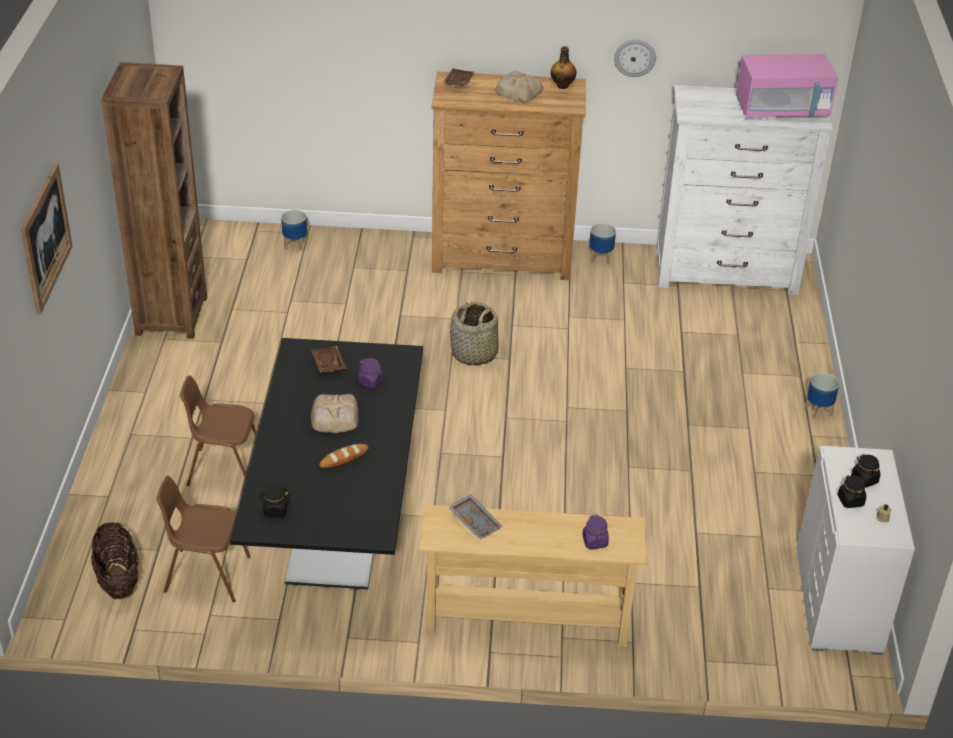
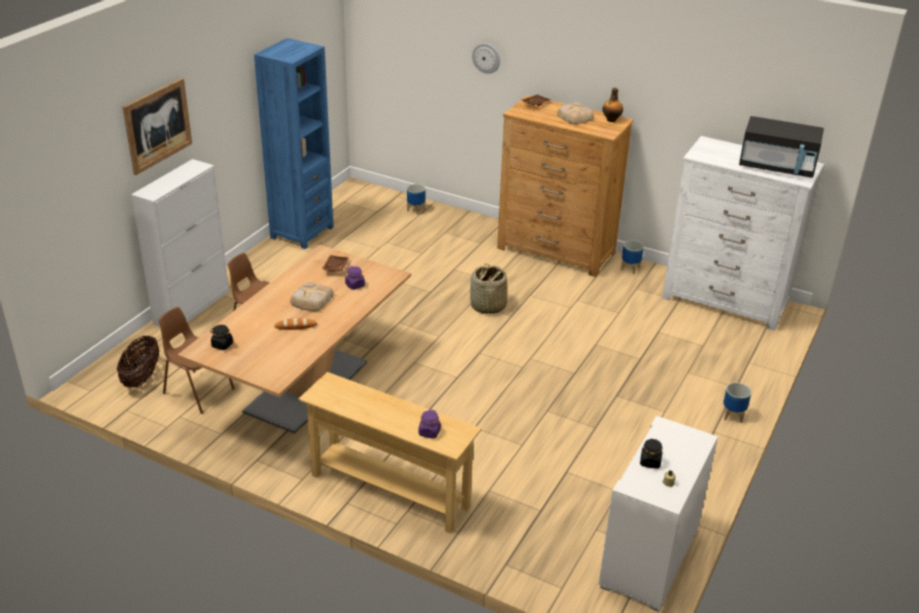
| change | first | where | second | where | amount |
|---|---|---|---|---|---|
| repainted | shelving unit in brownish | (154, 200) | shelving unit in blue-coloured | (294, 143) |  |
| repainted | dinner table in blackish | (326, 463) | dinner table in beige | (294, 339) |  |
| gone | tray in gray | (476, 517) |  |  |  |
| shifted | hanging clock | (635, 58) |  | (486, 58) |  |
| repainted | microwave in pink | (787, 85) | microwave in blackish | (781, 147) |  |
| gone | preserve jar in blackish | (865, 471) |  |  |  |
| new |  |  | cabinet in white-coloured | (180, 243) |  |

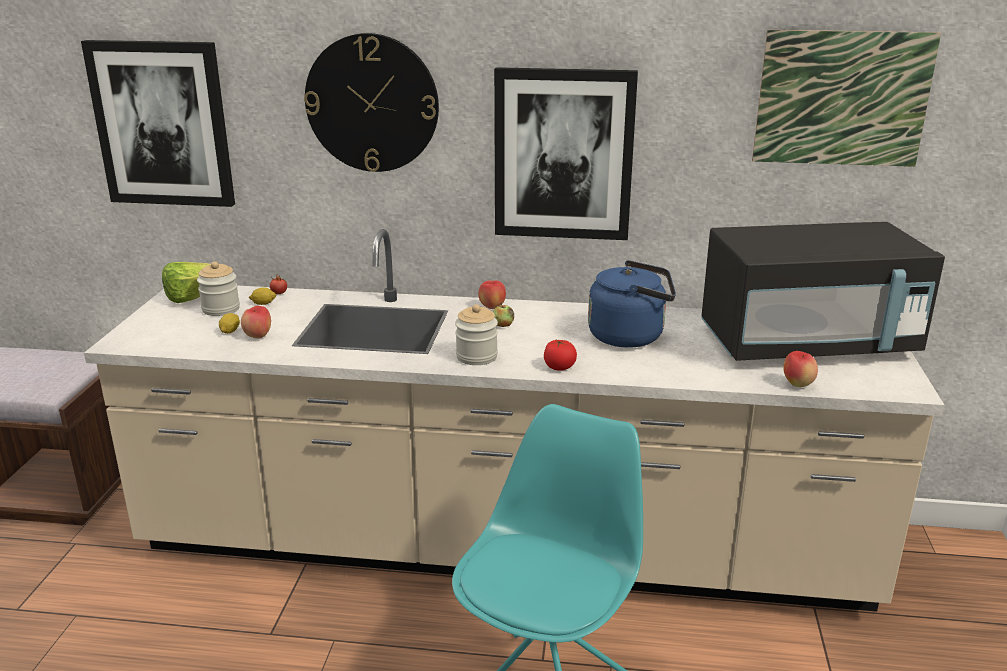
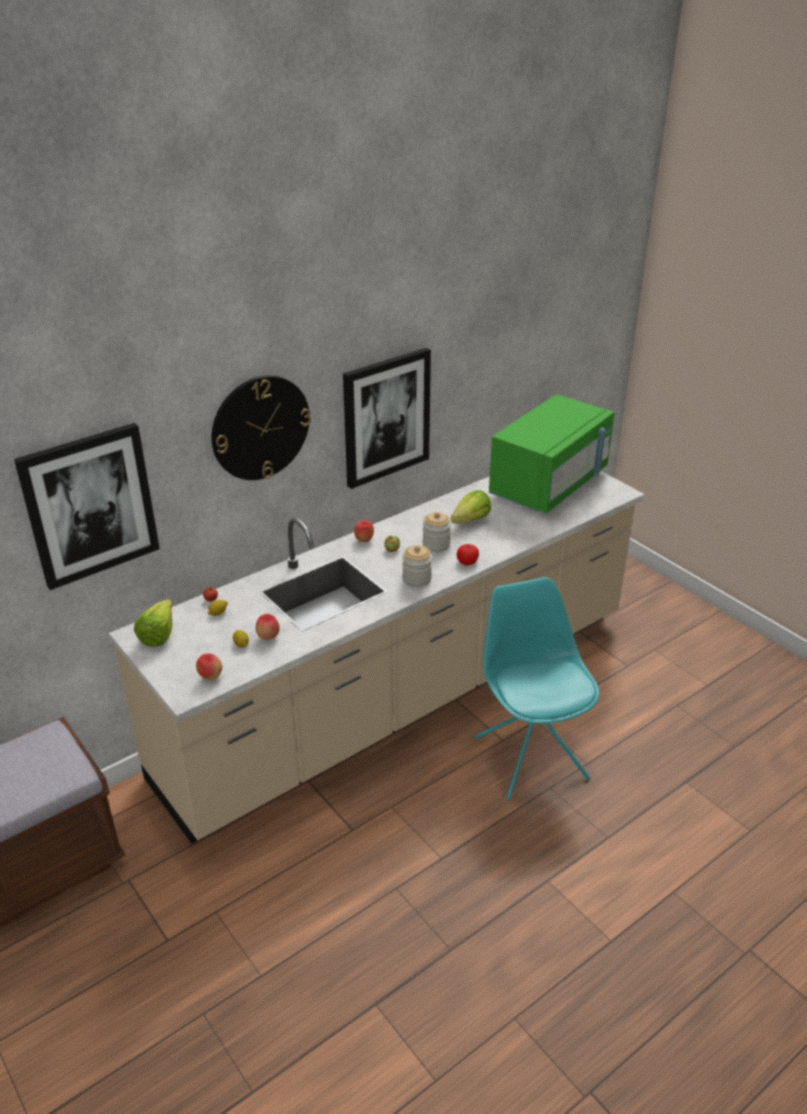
| change | first | where | second | where | amount |
|---|---|---|---|---|---|
| shifted | preserve jar | (218, 288) |  | (436, 532) |  |
| swapped | kettle in blue-coloured | (632, 304) | lettuce | (471, 507) |  |
| repainted | microwave in blackish | (823, 291) | microwave in green | (552, 454) |  |
| gone | wall art | (846, 98) |  |  |  |
| shifted | apple fruit | (800, 369) |  | (209, 666) |  |

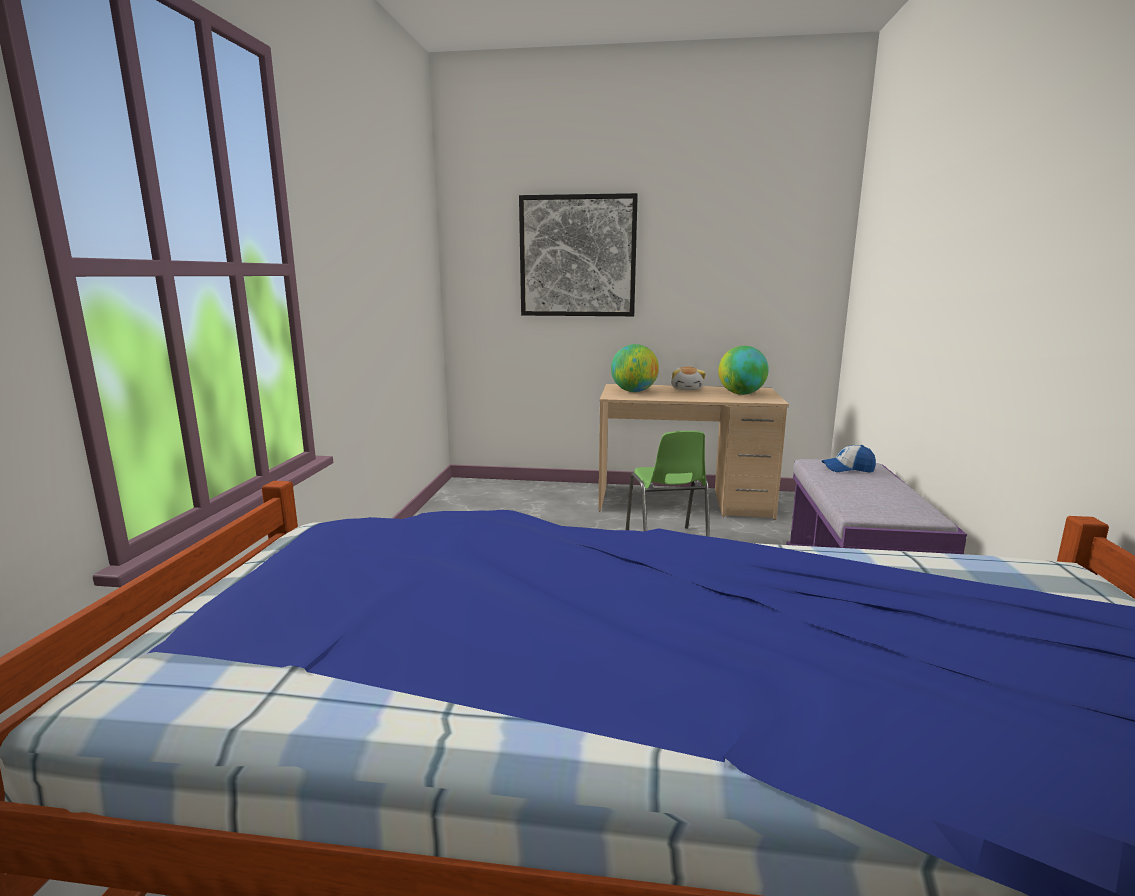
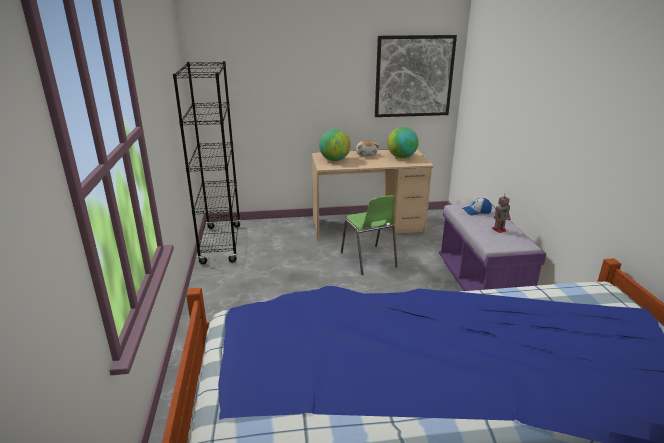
| change | first | where | second | where | amount |
|---|---|---|---|---|---|
| shifted | wall art | (578, 254) |  | (416, 76) |  |
| new |  |  | shelving unit in blackish | (207, 162) |  |
| new |  |  | toy robot | (501, 213) |  |

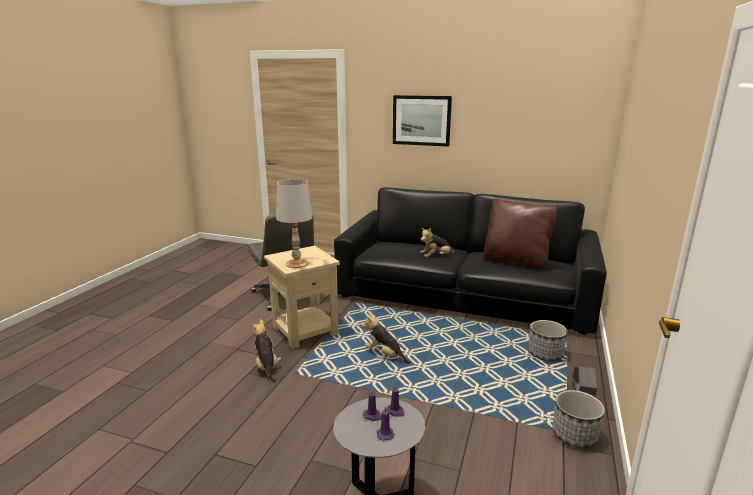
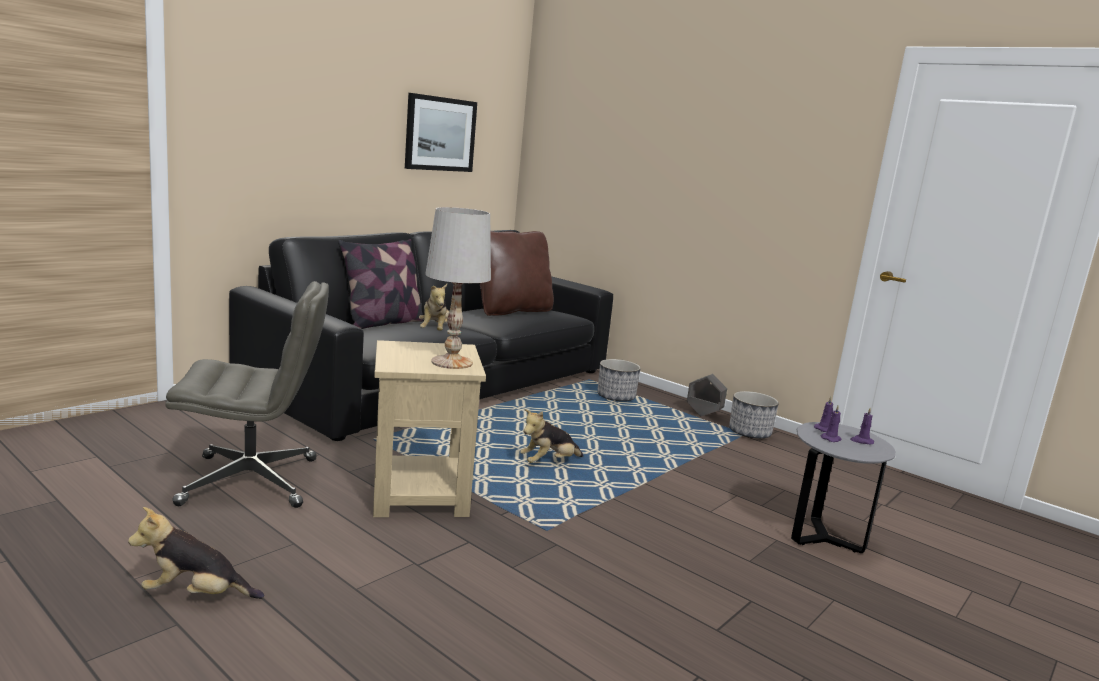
| change | first | where | second | where | amount |
|---|---|---|---|---|---|
| shifted | plush toy | (266, 351) |  | (196, 553) |  |
| shifted | wall art | (422, 121) |  | (441, 132) |  |
| new |  |  | cushion | (381, 284) |  |

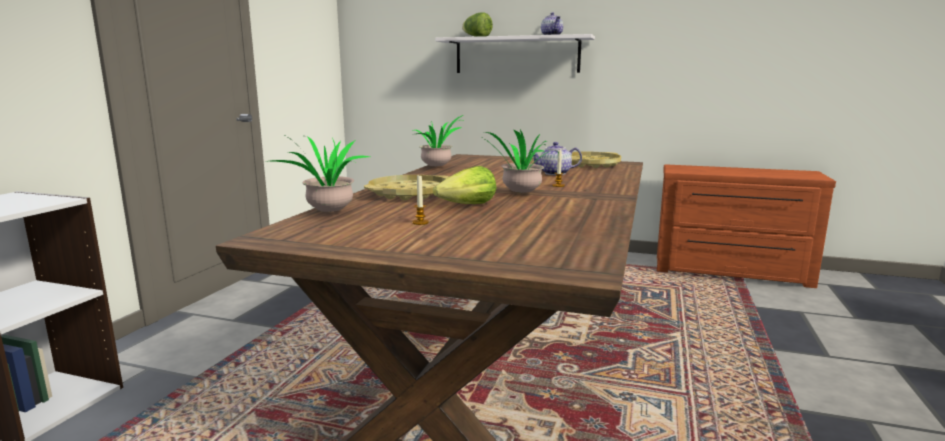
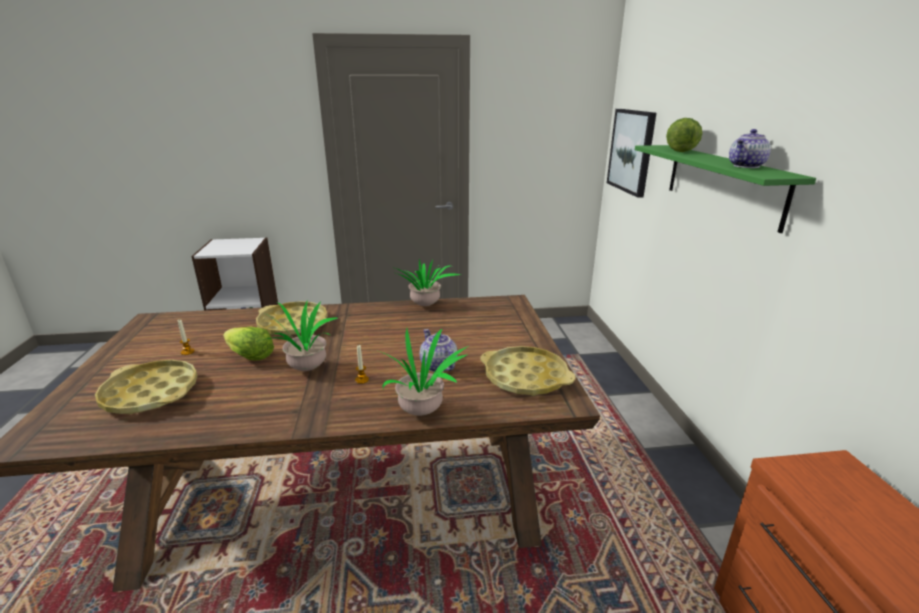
| change | first | where | second | where | amount |
|---|---|---|---|---|---|
| shifted | potted plant | (320, 174) |  | (422, 372) |  |
| repainted | wall shelf in white-coloured | (515, 53) | wall shelf in green | (725, 189) |  |
| new |  |  | tray in yellow | (146, 387) |  |
| new |  |  | wall art | (631, 153) |  |

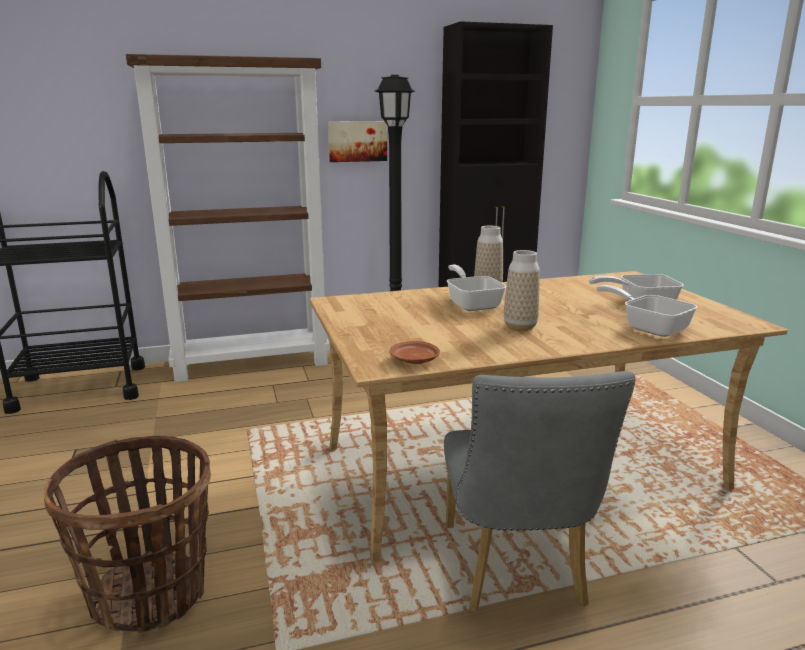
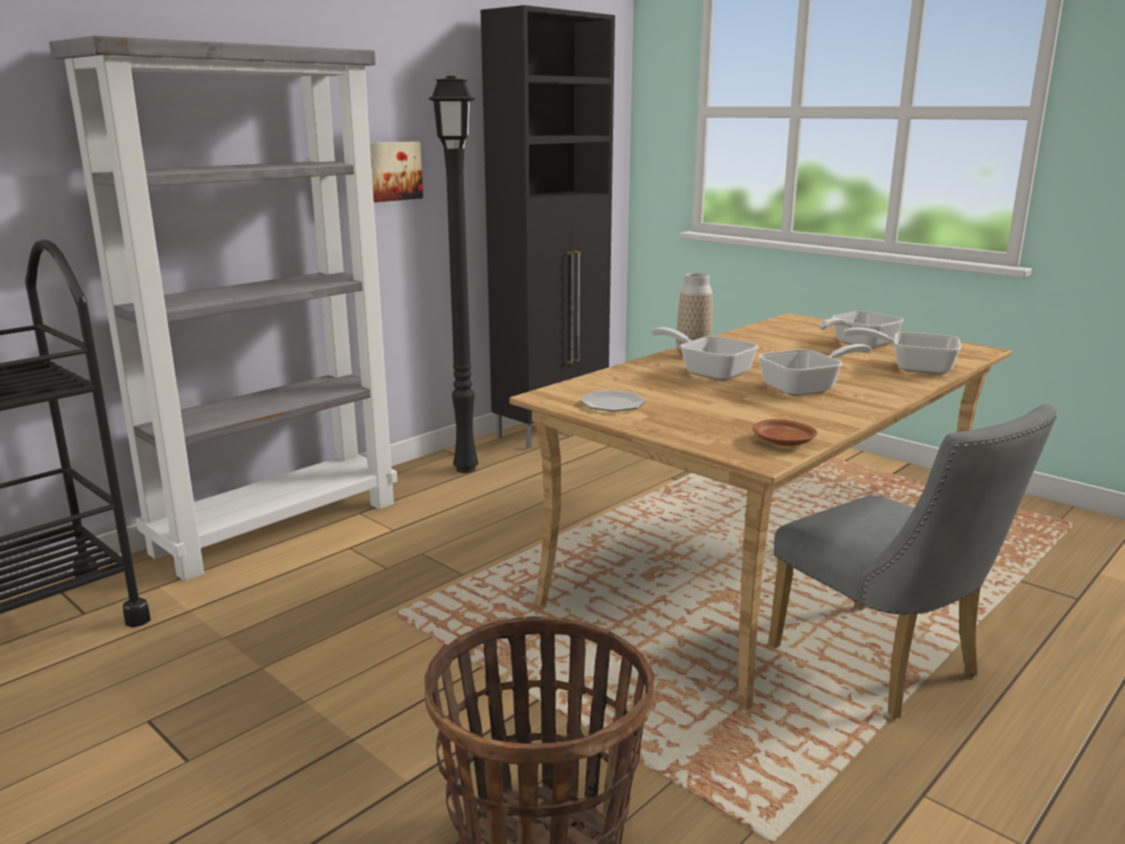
| change | first | where | second | where | amount |
|---|---|---|---|---|---|
| repainted | shelving unit in brownish | (228, 218) | shelving unit in gray | (223, 308) |  |
| swapped | flower vase | (522, 290) | frying pan | (815, 370) |  |
| new |  |  | flat dish | (613, 400) |  |

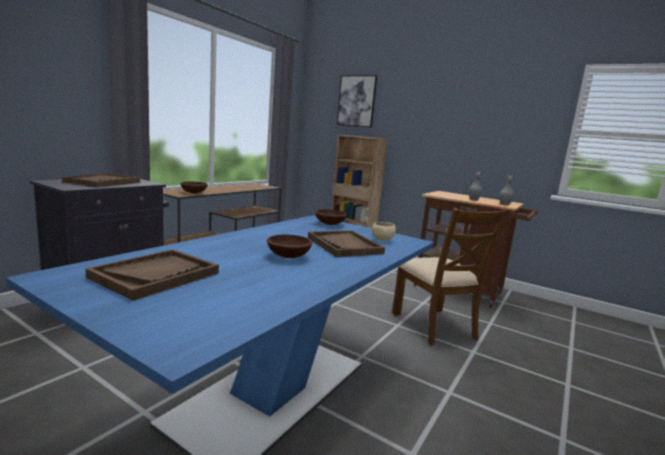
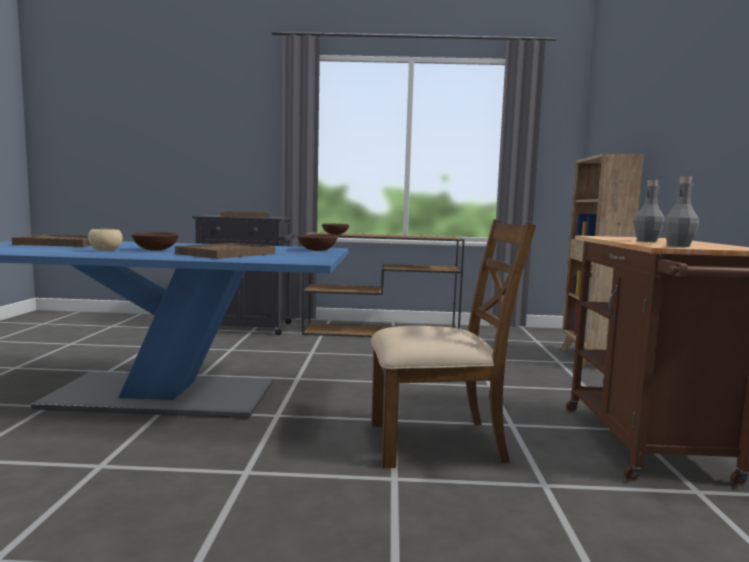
| change | first | where | second | where | amount |
|---|---|---|---|---|---|
| gone | wall art | (357, 101) |  |  |  |
| shifted | bowl in beige | (384, 231) |  | (105, 240) |  |
| rotated | plain chair in brownish | (450, 277) |  | (453, 344) | 135 degrees counterclockwise |

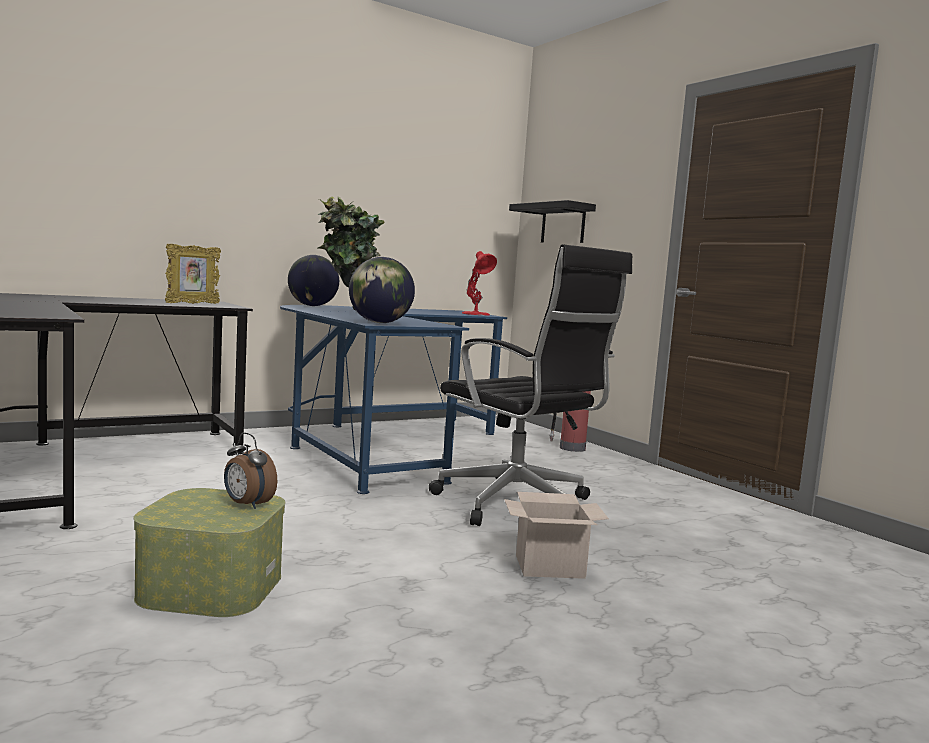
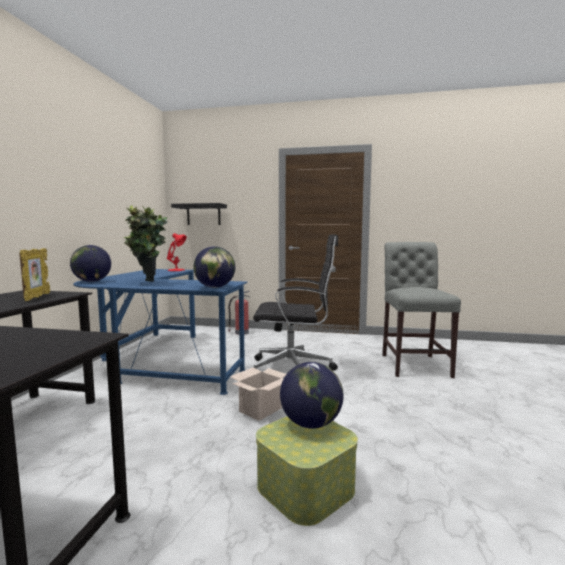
| change | first | where | second | where | amount |
|---|---|---|---|---|---|
| swapped | alarm clock | (250, 471) | world globe | (312, 395) |  |
| shifted | cardboard box | (556, 535) |  | (258, 394) |  |
| new |  |  | plain chair in gray | (421, 310) |  |

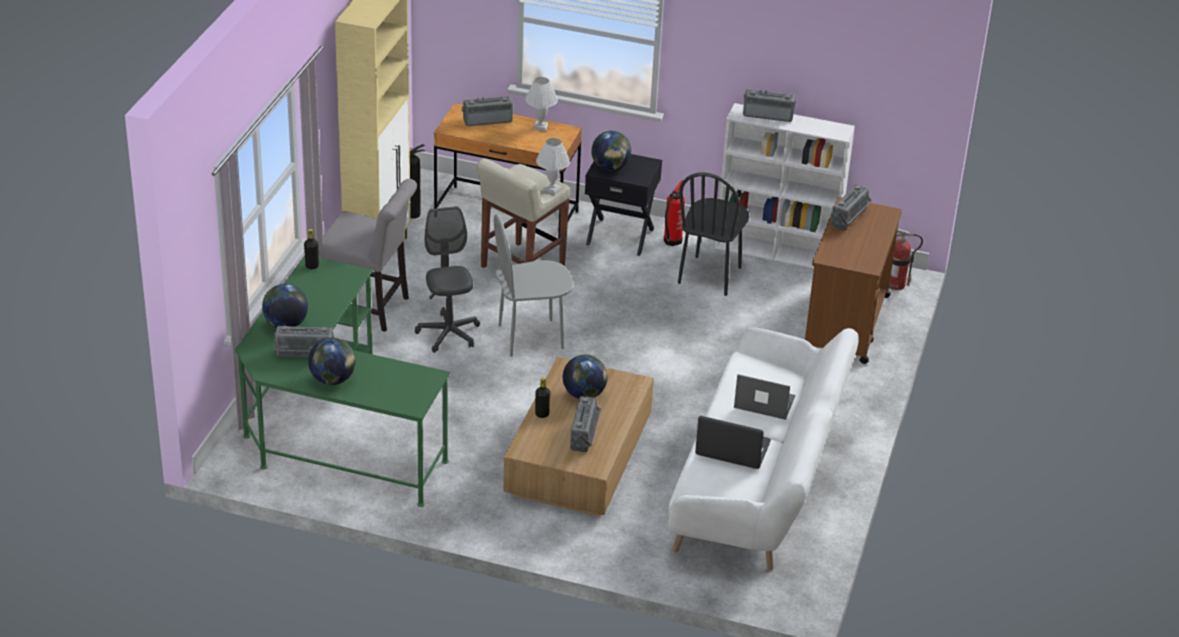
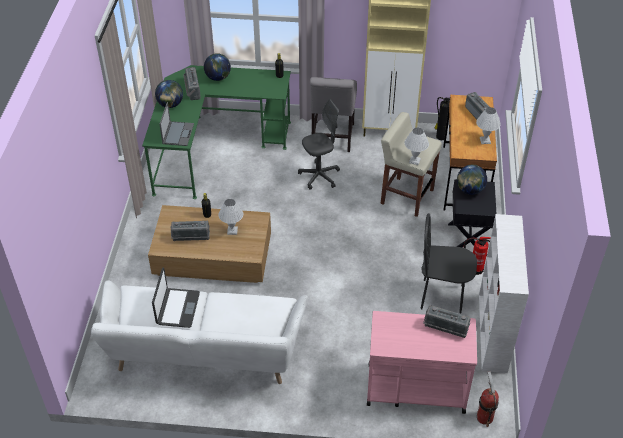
| change | first | where | second | where | amount |
|---|---|---|---|---|---|
| gone | plain chair in gray | (534, 285) |  |  |  |
| swapped | world globe | (585, 377) | lamp for a table in white-coloured | (231, 217) |  |
| shifted | portable computer | (764, 397) |  | (176, 124) |  |
| gone | radio | (769, 105) |  |  |  |
| repainted | trolley in brownish | (853, 280) | trolley in pink | (422, 362) |  |

